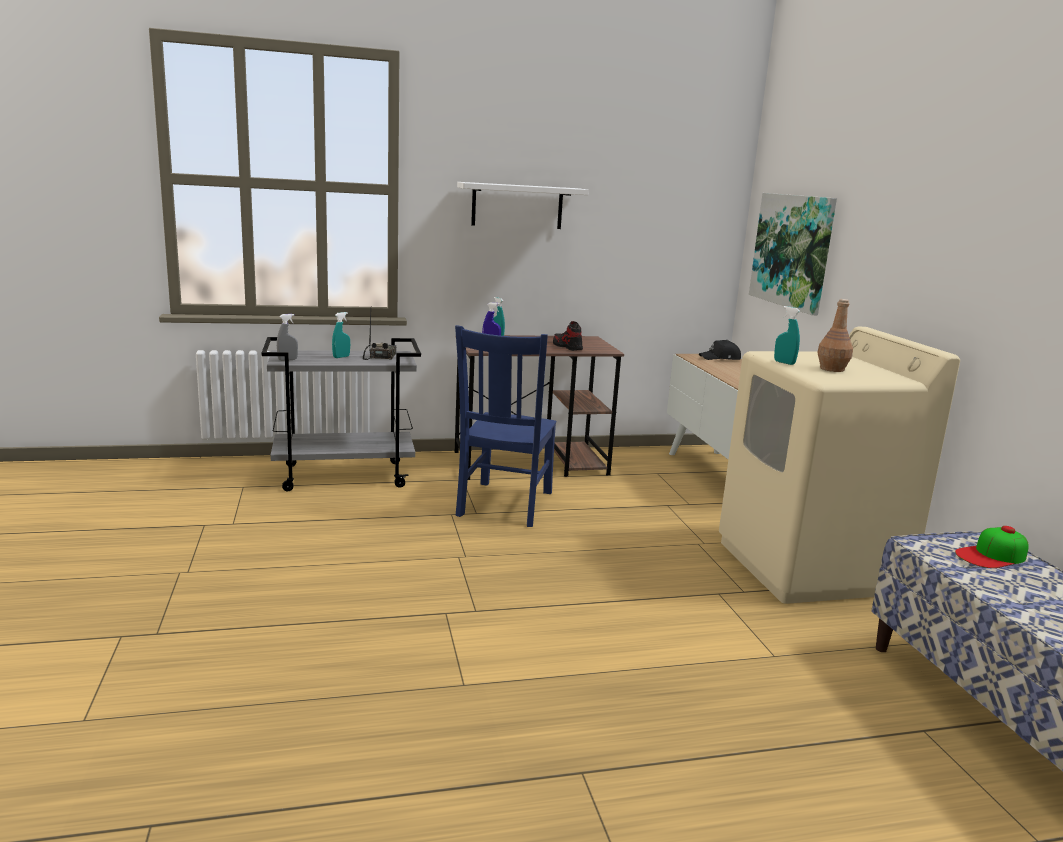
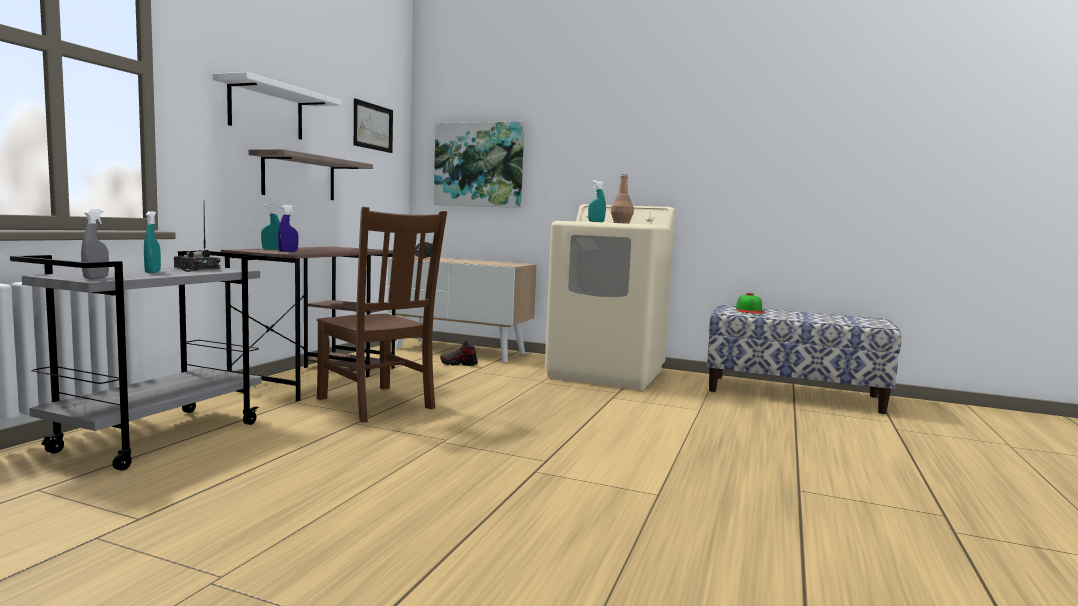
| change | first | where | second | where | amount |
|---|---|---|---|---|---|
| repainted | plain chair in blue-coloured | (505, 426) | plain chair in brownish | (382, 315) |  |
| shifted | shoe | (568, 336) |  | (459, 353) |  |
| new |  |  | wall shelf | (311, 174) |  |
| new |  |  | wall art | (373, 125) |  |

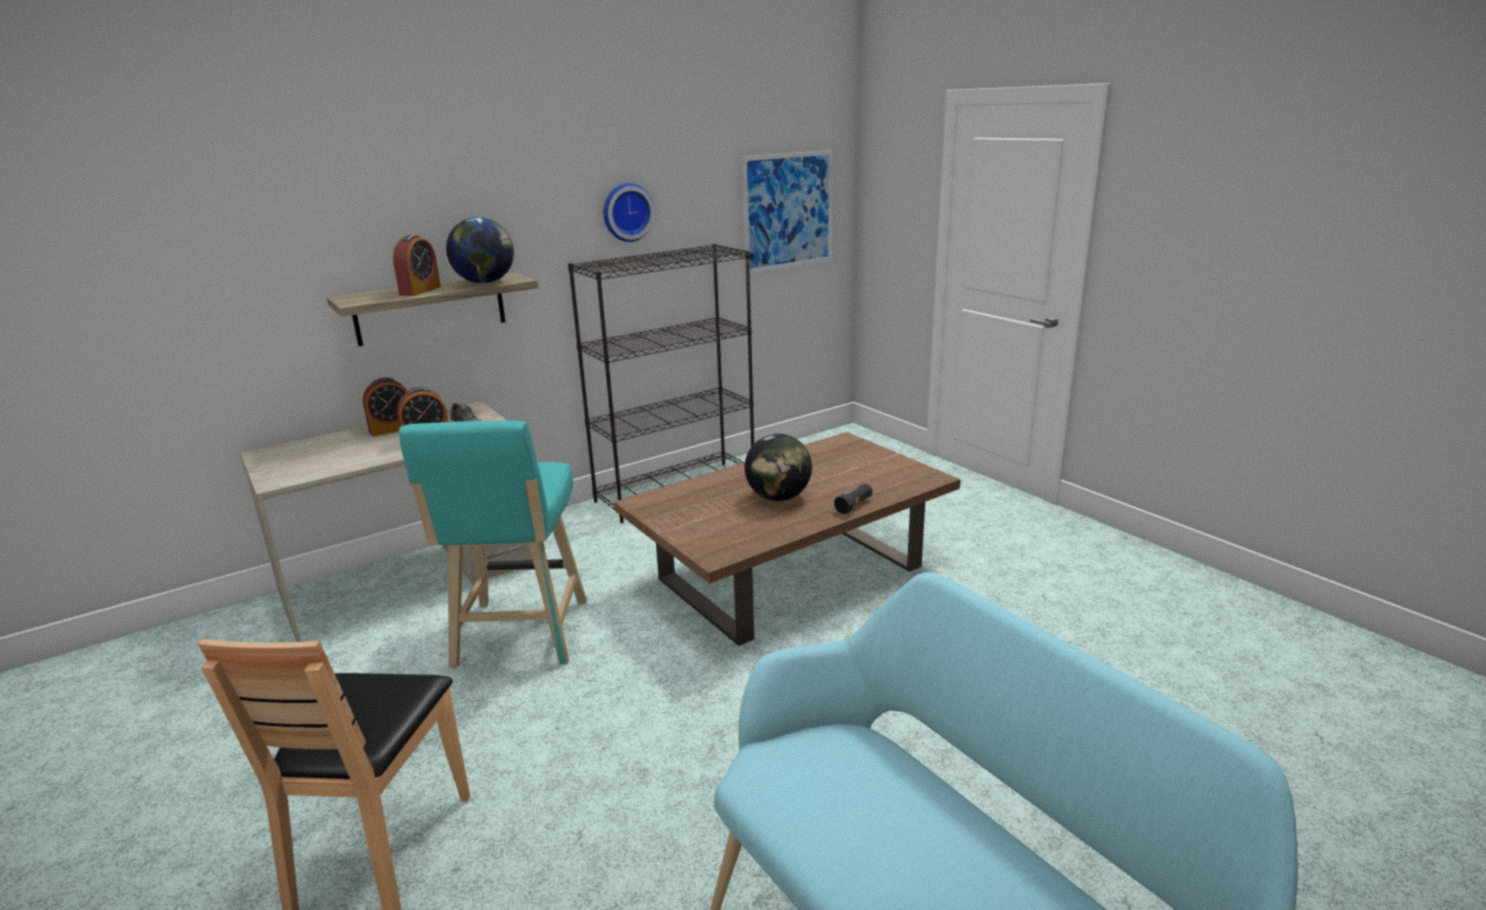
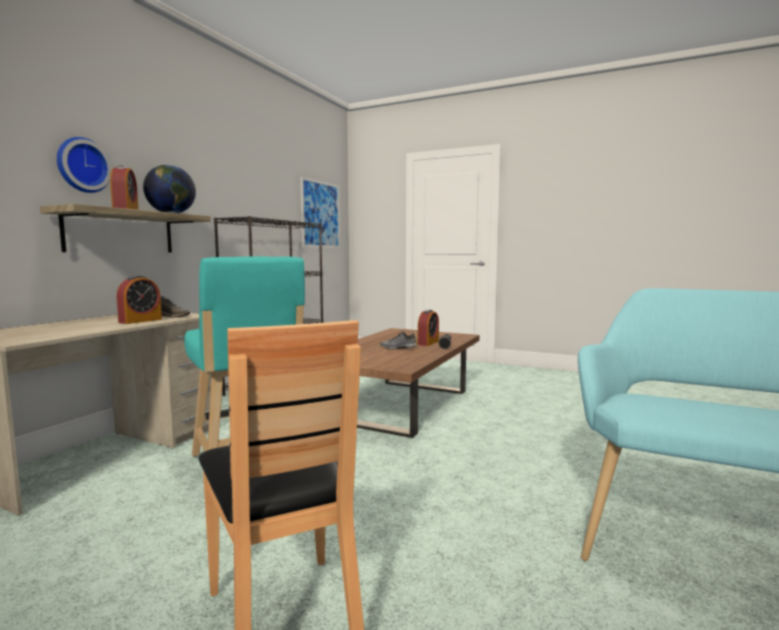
| change | first | where | second | where | amount |
|---|---|---|---|---|---|
| shifted | alarm clock | (385, 407) |  | (428, 327) |  |
| shifted | hanging clock | (629, 212) |  | (84, 165) |  |
| swapped | world globe | (778, 467) | shoe in gray | (398, 340) |  |

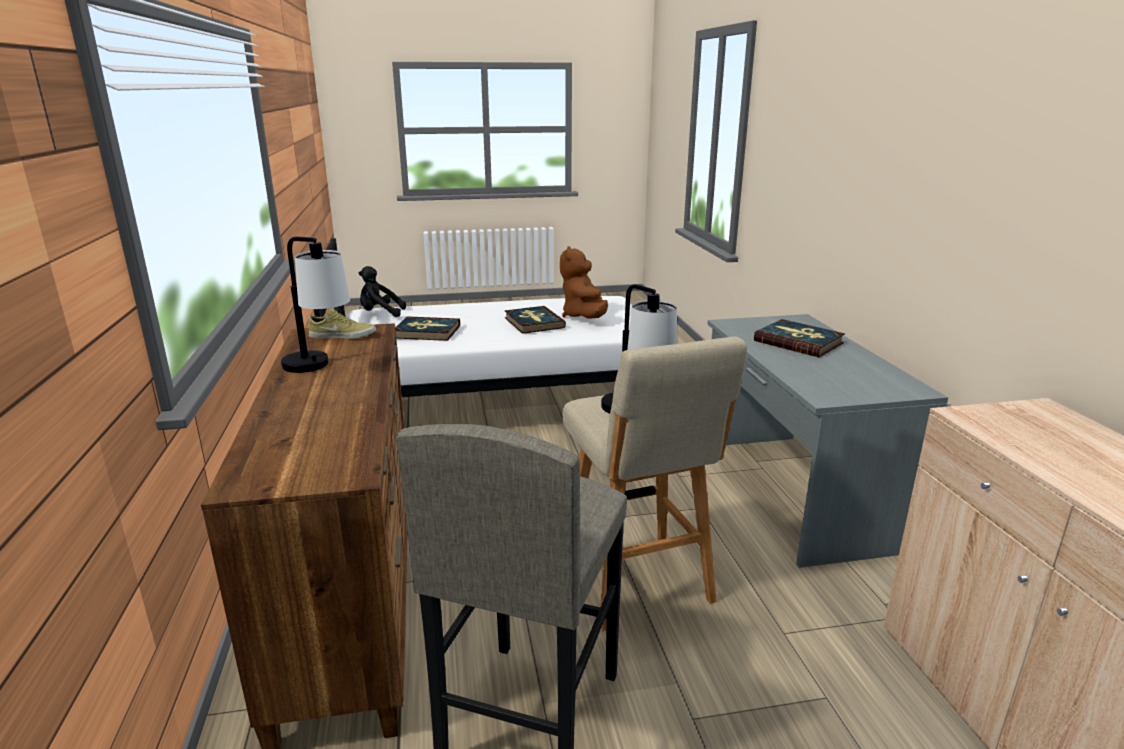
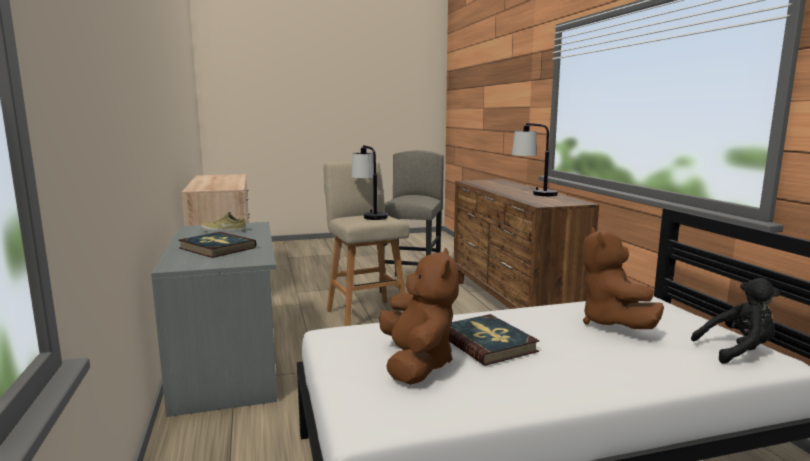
| change | first | where | second | where | amount |
|---|---|---|---|---|---|
| shifted | shoe in beige | (342, 323) |  | (223, 222) |  |
| swapped | bound book | (427, 328) | plush toy in brownish | (623, 278) |  |

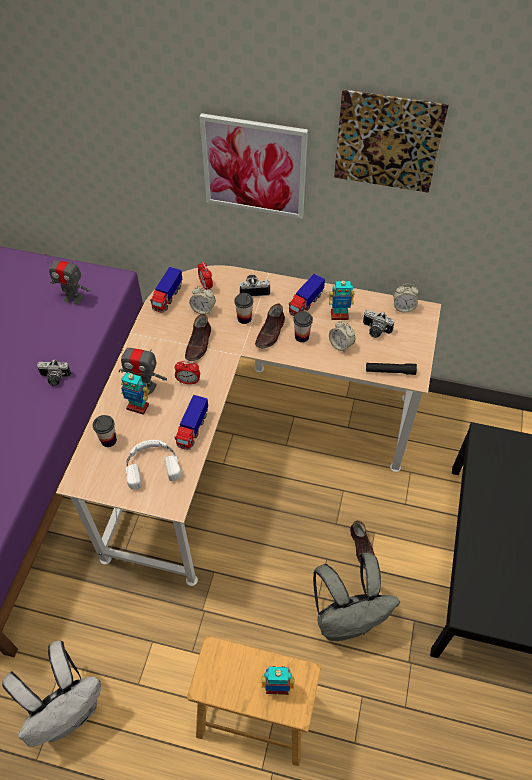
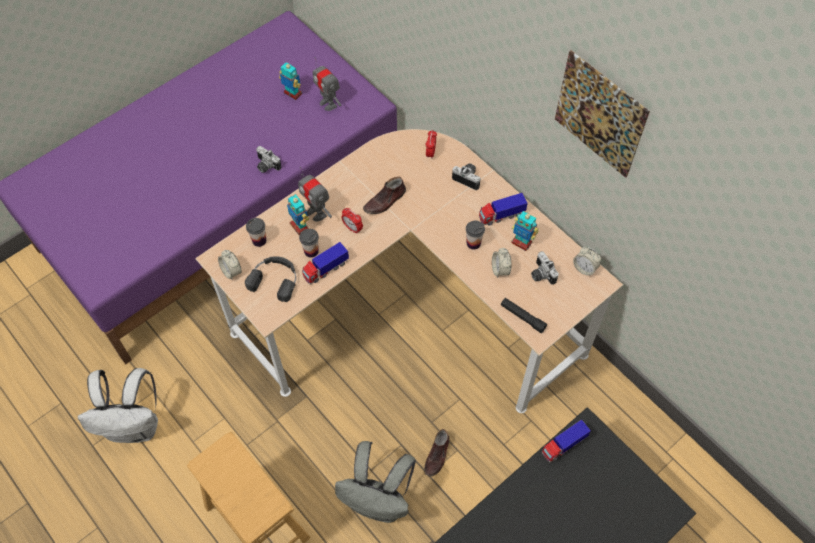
| change | first | where | second | where | amount |
|---|---|---|---|---|---|
| repainted | pair of headphones in white-coloured | (153, 465) | pair of headphones in blackish | (270, 279) |  |
| shifted | model truck | (166, 290) |  | (566, 441) |  |
| shifted | alarm clock | (202, 300) |  | (229, 265) |  |
| gone | wall art | (253, 166) |  |  |  |
| shifted | small cup | (243, 308) |  | (309, 243) |  |
| gone | shoe in brownish | (270, 326) |  |  |  |
| shifted | toy robot | (277, 680) |  | (290, 81) |  |

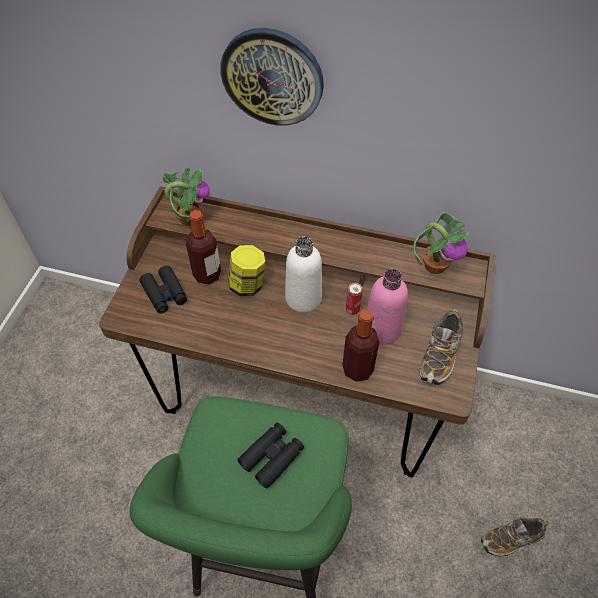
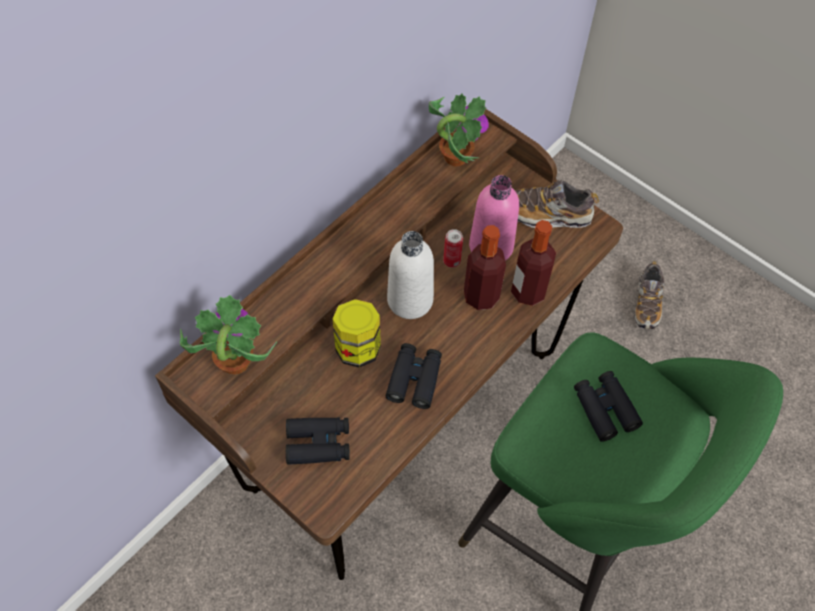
| change | first | where | second | where | amount |
|---|---|---|---|---|---|
| shifted | beverage bottle | (203, 247) |  | (485, 267) |  |
| gone | hanging clock | (272, 77) |  |  |  |
| rotated | shoe | (441, 347) |  | (557, 204) | 135 degrees clockwise |
| new |  |  | field glasses in blackish | (414, 376) |  |

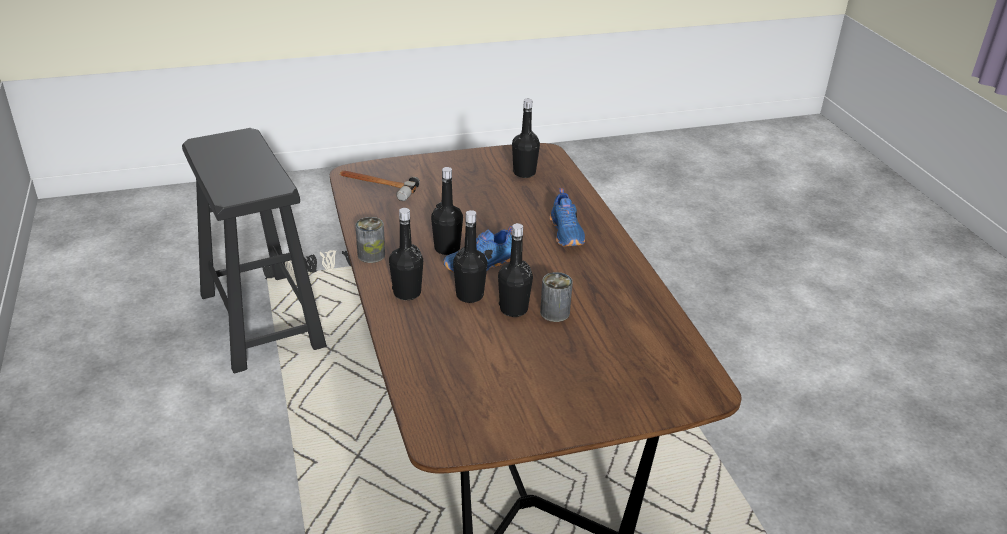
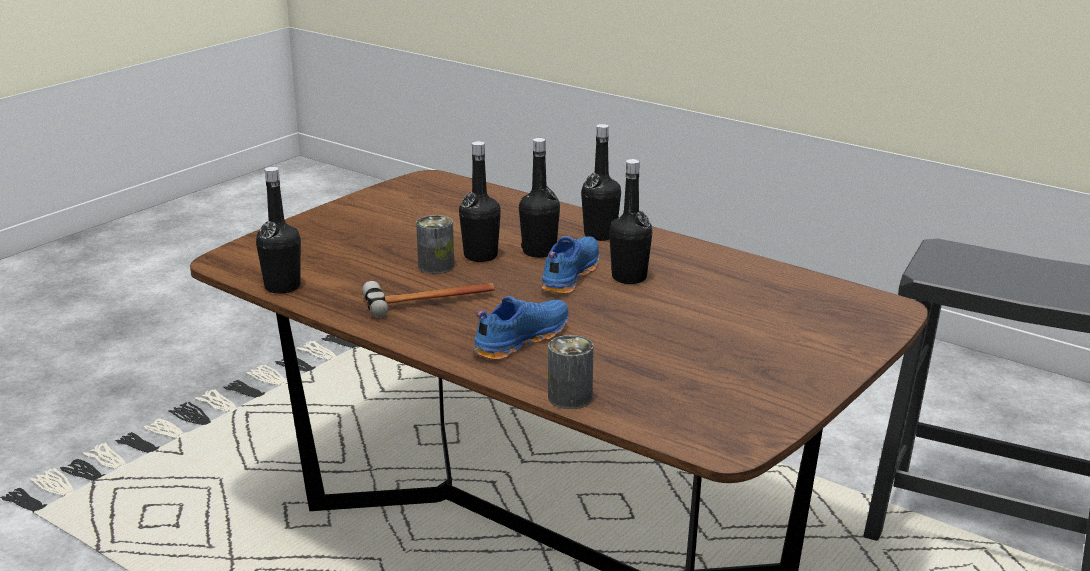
| change | first | where | second | where | amount |
|---|---|---|---|---|---|
| shifted | hammer | (379, 185) |  | (428, 299) |  |
| shifted | can | (370, 240) |  | (570, 372) |  |
| shifted | beverage bottle in blackish | (526, 138) |  | (278, 230) |  |
| rotated | shoe in blue-coloured | (567, 217) |  | (521, 328) | 90 degrees clockwise |

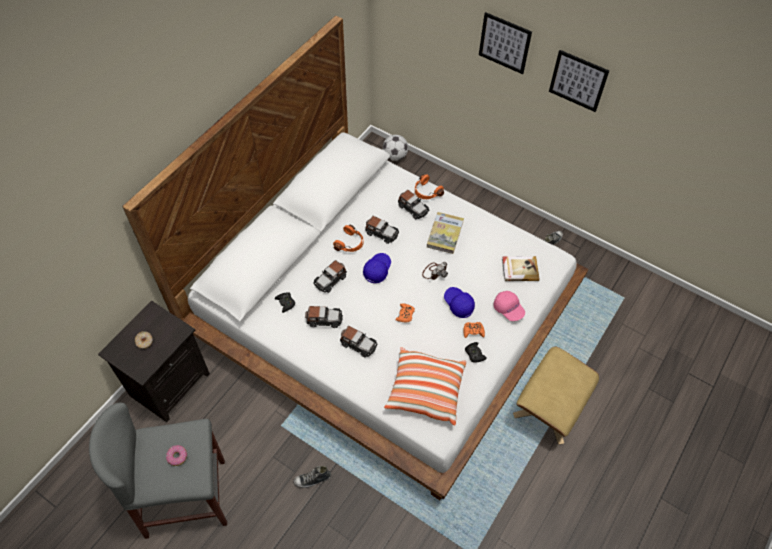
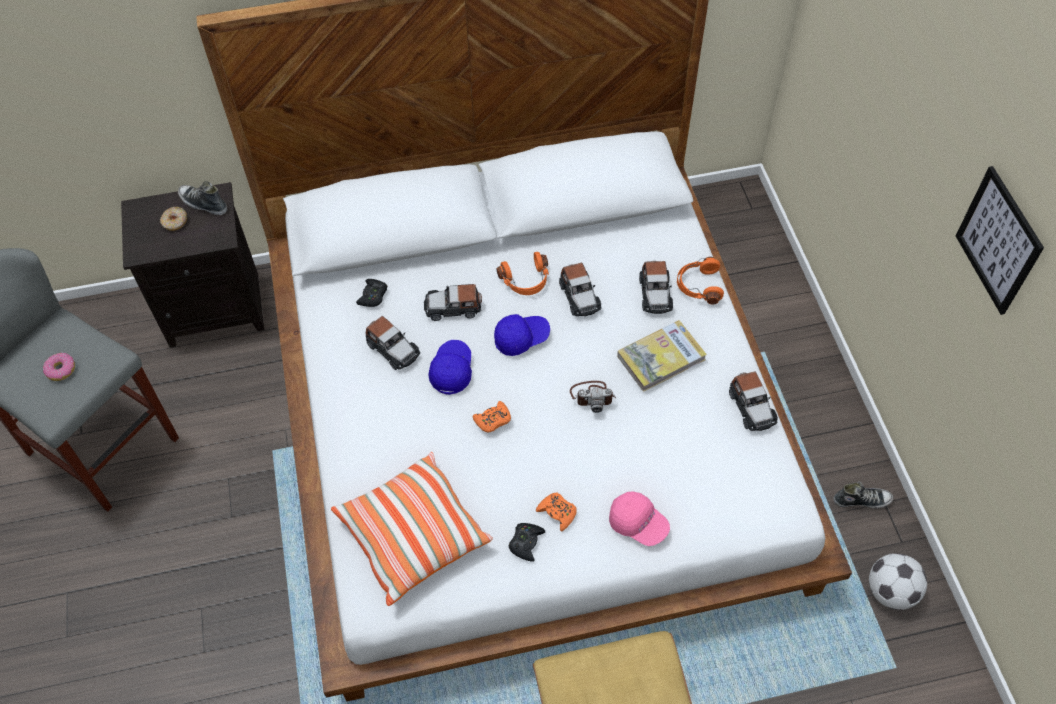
| change | first | where | second | where | amount |
|---|---|---|---|---|---|
| shifted | shoe | (312, 477) |  | (202, 198) |  |
| shifted | toy car | (358, 342) |  | (753, 401) |  |
| shifted | football | (395, 148) |  | (898, 581) |  |
| shifted | baseball cap in blue-coloured | (459, 302) |  | (450, 367) |  |
| gone | wall art | (505, 43) |  |  |  |
| rotated | baseball cap in pink | (509, 306) |  | (639, 518) | 60 degrees counterclockwise |
| gone | bound book | (520, 268) |  |  |  |

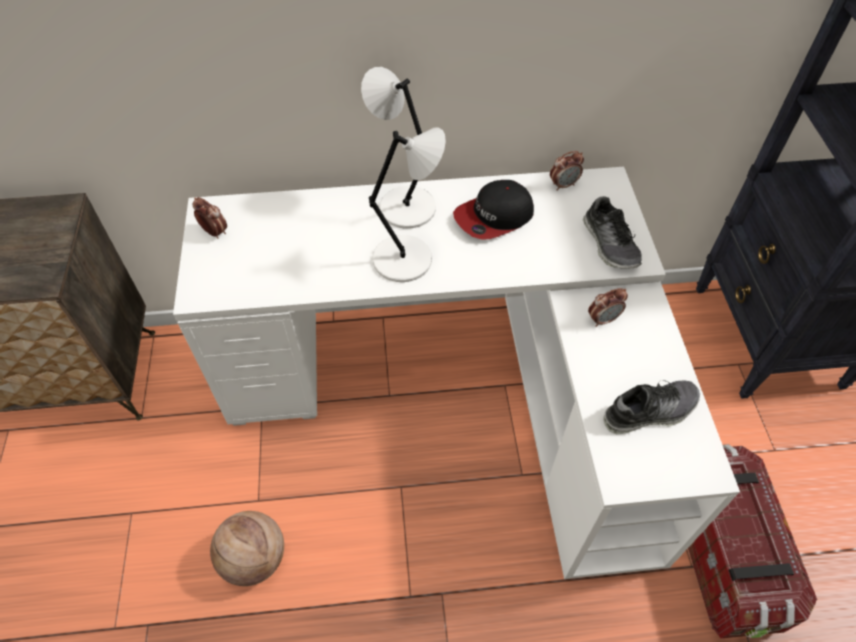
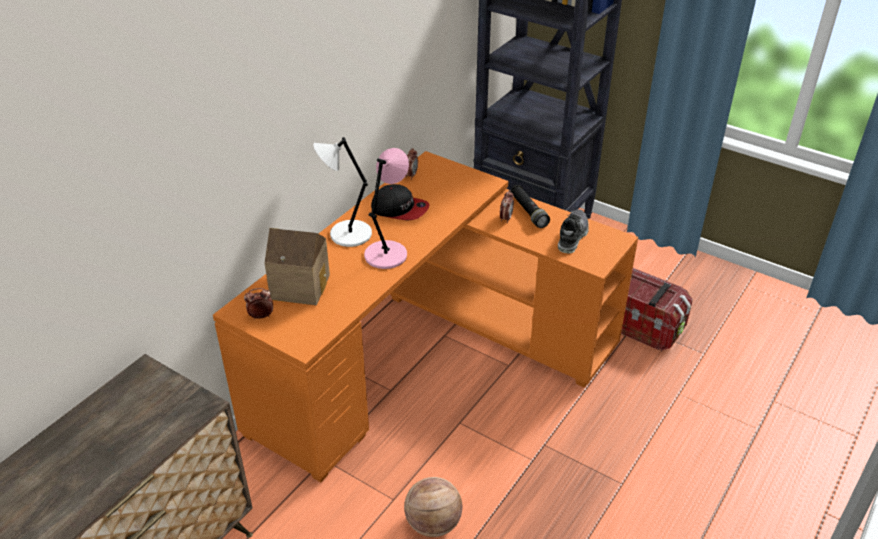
| change | first | where | second | where | amount |
|---|---|---|---|---|---|
| repainted | desk unit in white-coloured | (456, 373) | desk unit in orange | (425, 316) |  |
| repainted | lamp for a table in white-coloured | (407, 204) | lamp for a table in pink | (386, 208) |  |
| rotated | baseball cap | (493, 210) |  | (400, 202) | 75 degrees counterclockwise |
| gone | shoe | (612, 232) |  |  |  |
| new |  |  | model house | (297, 266) |  |
| new |  |  | flashlight in blackish | (530, 206) |  |

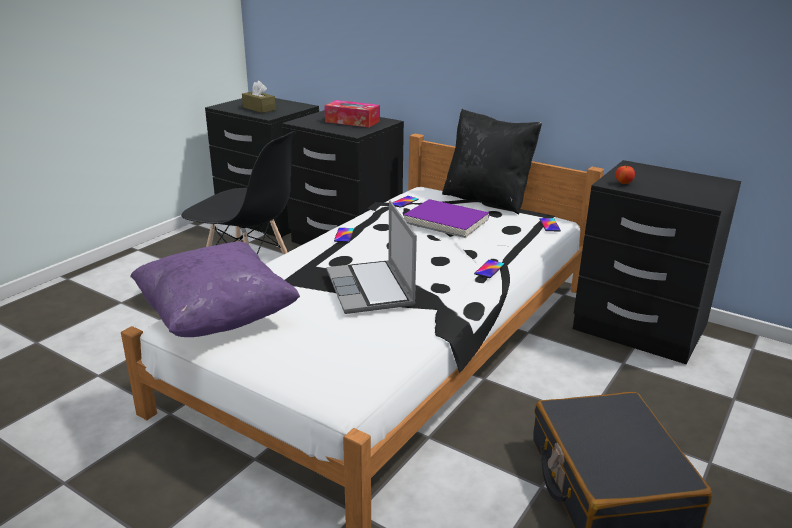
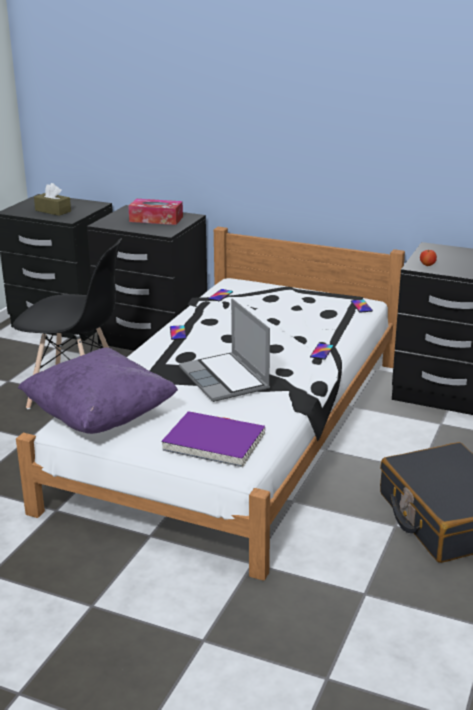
| change | first | where | second | where | amount |
|---|---|---|---|---|---|
| shifted | bound book in purple-coloured | (446, 218) |  | (213, 439) |  |
| gone | cushion in blackish | (492, 161) |  |  |  |

